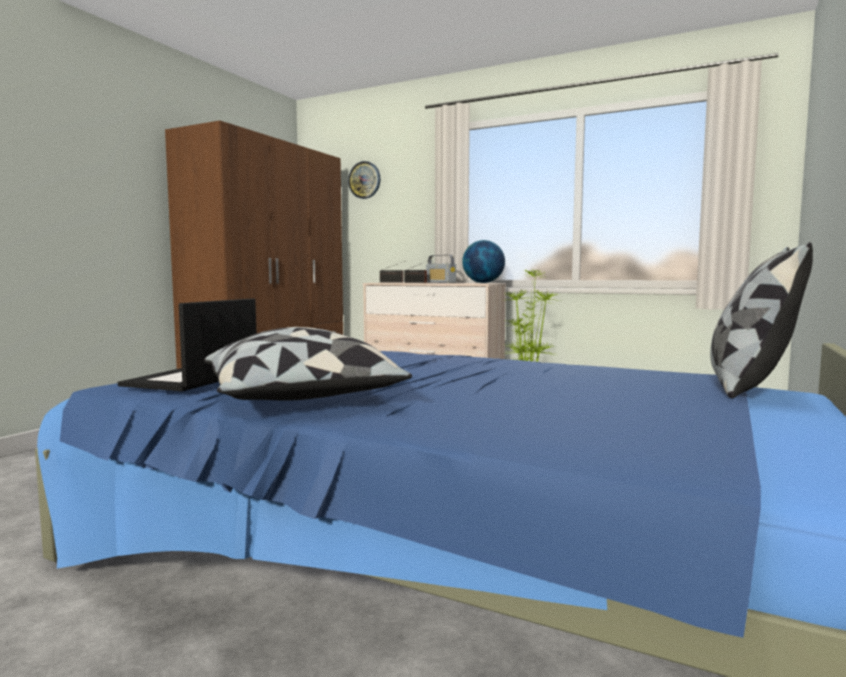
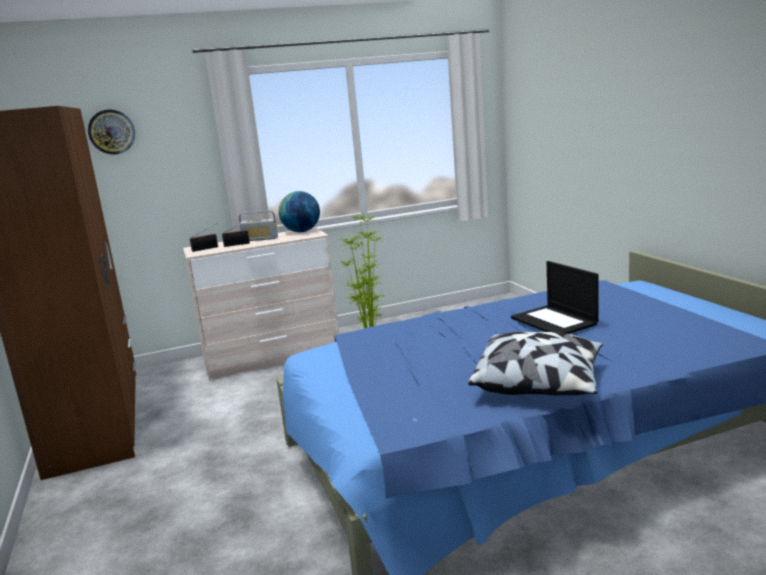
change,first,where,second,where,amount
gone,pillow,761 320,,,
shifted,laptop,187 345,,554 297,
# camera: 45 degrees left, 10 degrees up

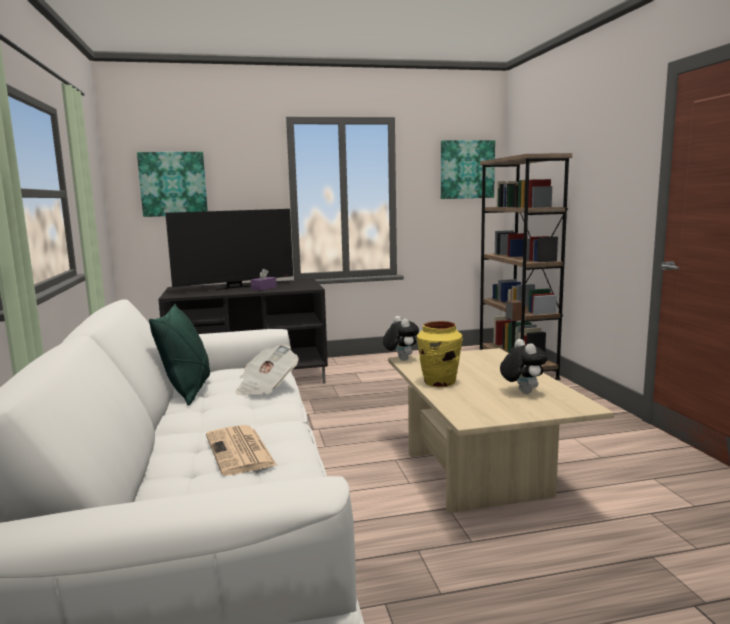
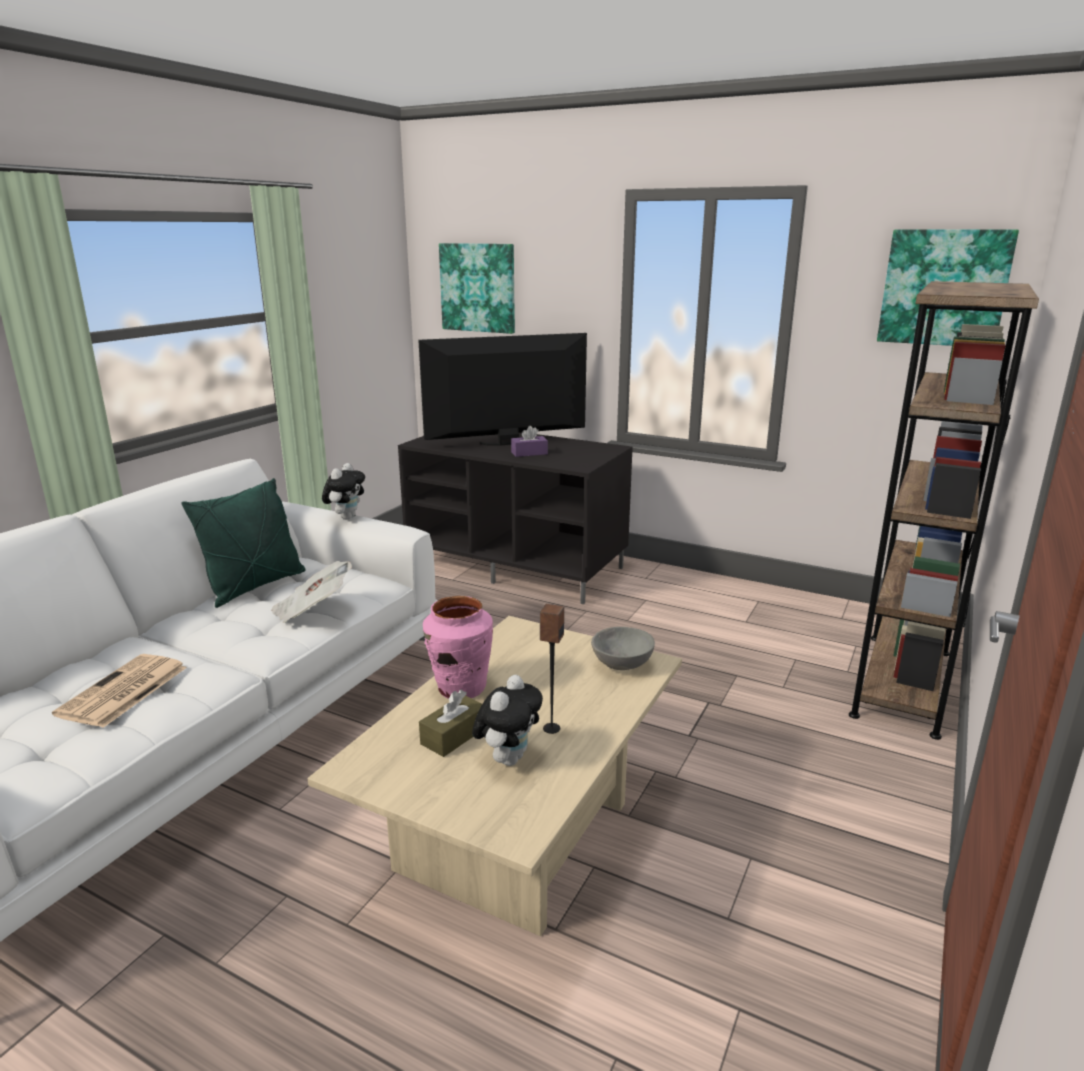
change,first,where,second,where,amount
rotated,television,229 249,,502 389,150 degrees clockwise
shifted,plush toy,401 338,,343 491,
repainted,vase/yellow,440 354,vase/pink,458 647,
new,,,bowl/grey,623 648,
new,,,tissue box/brown,450 723,
# camera: 40 degrees right, 10 degrees up

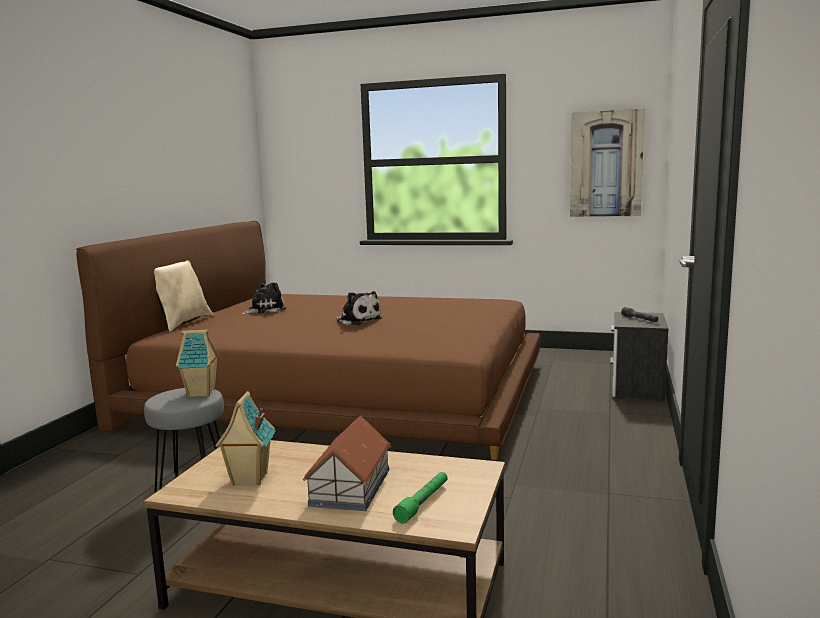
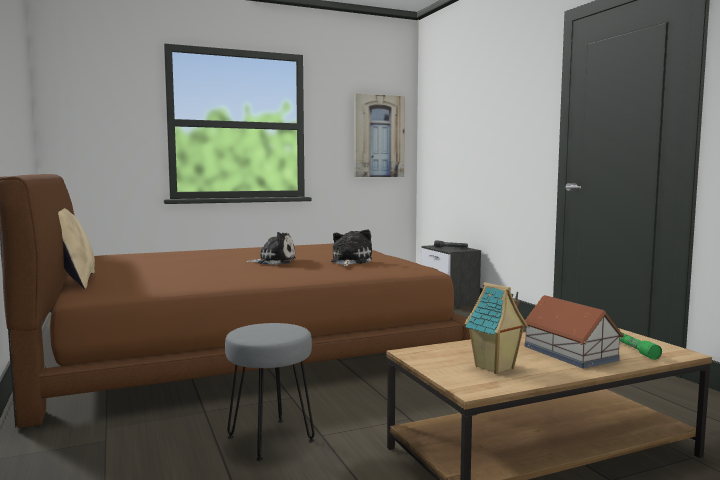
change,first,where,second,where,amount
shifted,plush toy,263 298,,351 247,
gone,toy house,197 363,,,
# camera: 40 degrees left, 5 degrees down

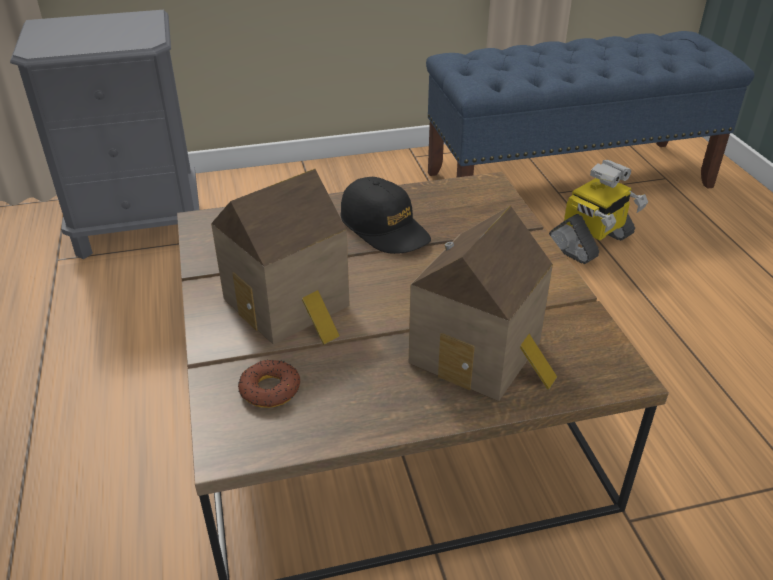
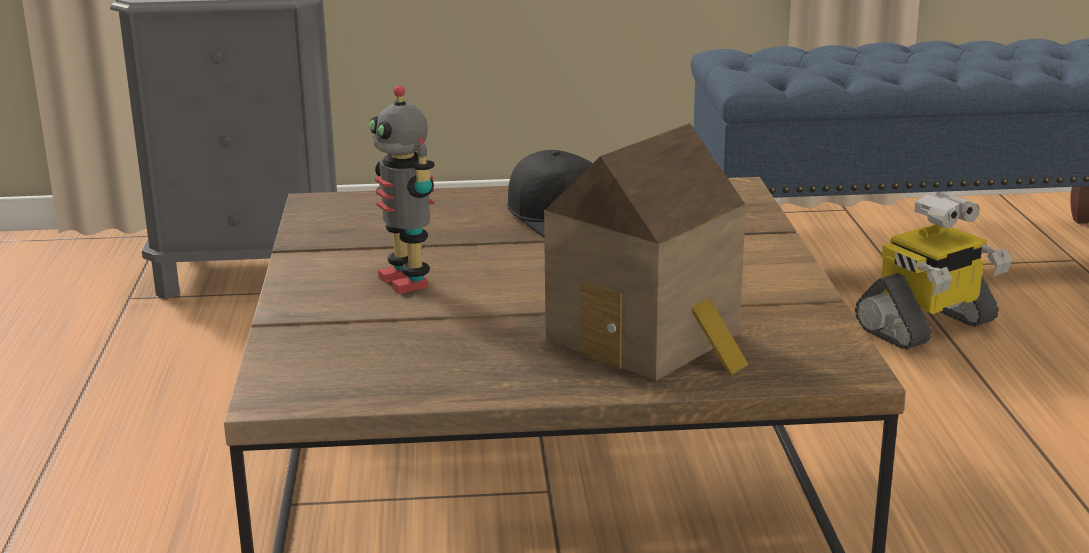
change,first,where,second,where,amount
swapped,toy house,280 257,toy robot,402 189,
gone,donut,269 384,,,
# camera: 10 degrees right, 15 degrees down

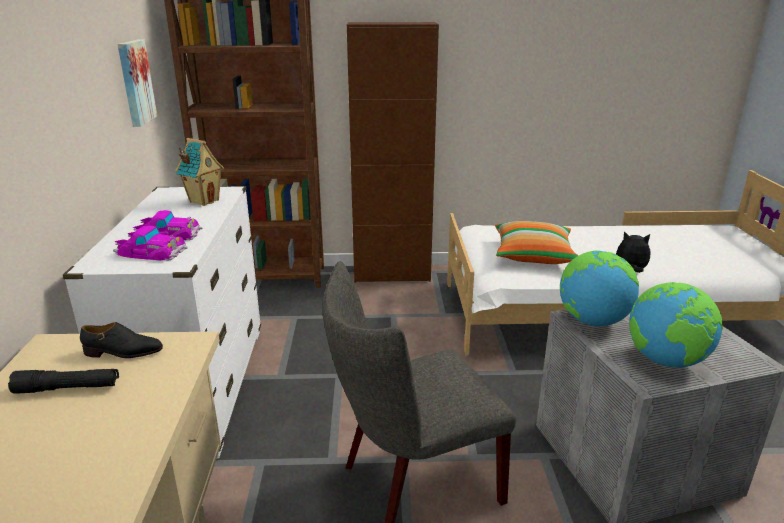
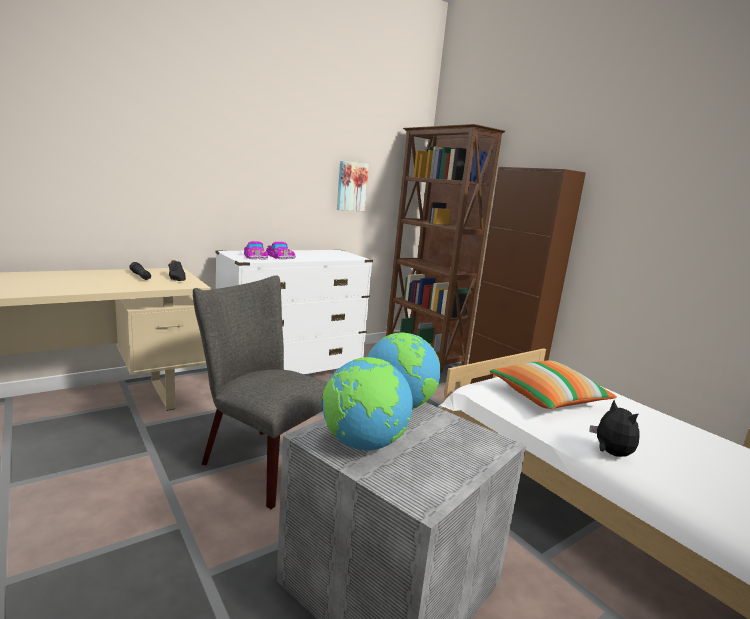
change,first,where,second,where,amount
gone,toy house,199 172,,,
# camera: 55 degrees right, 10 degrees down

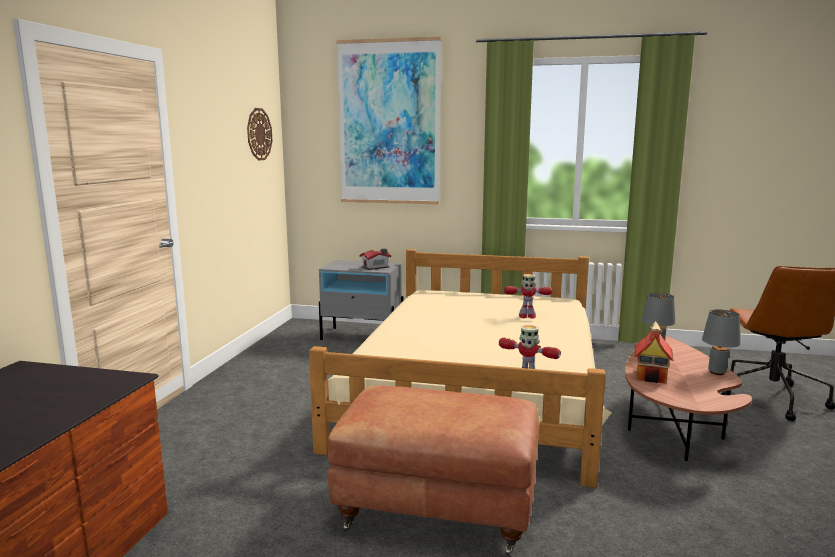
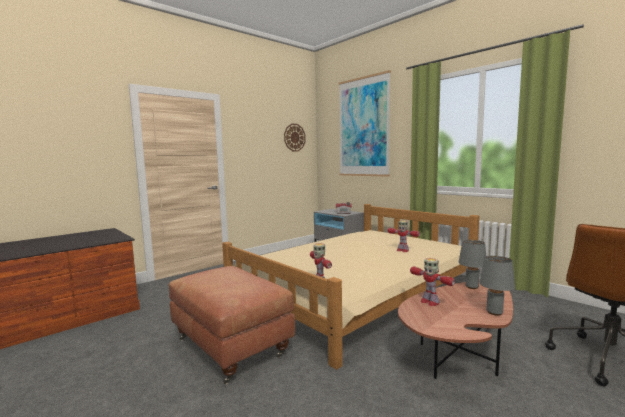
change,first,where,second,where,amount
swapped,toy house,653 352,toy robot,432 282,
# camera: 35 degrees right, 5 degrees down

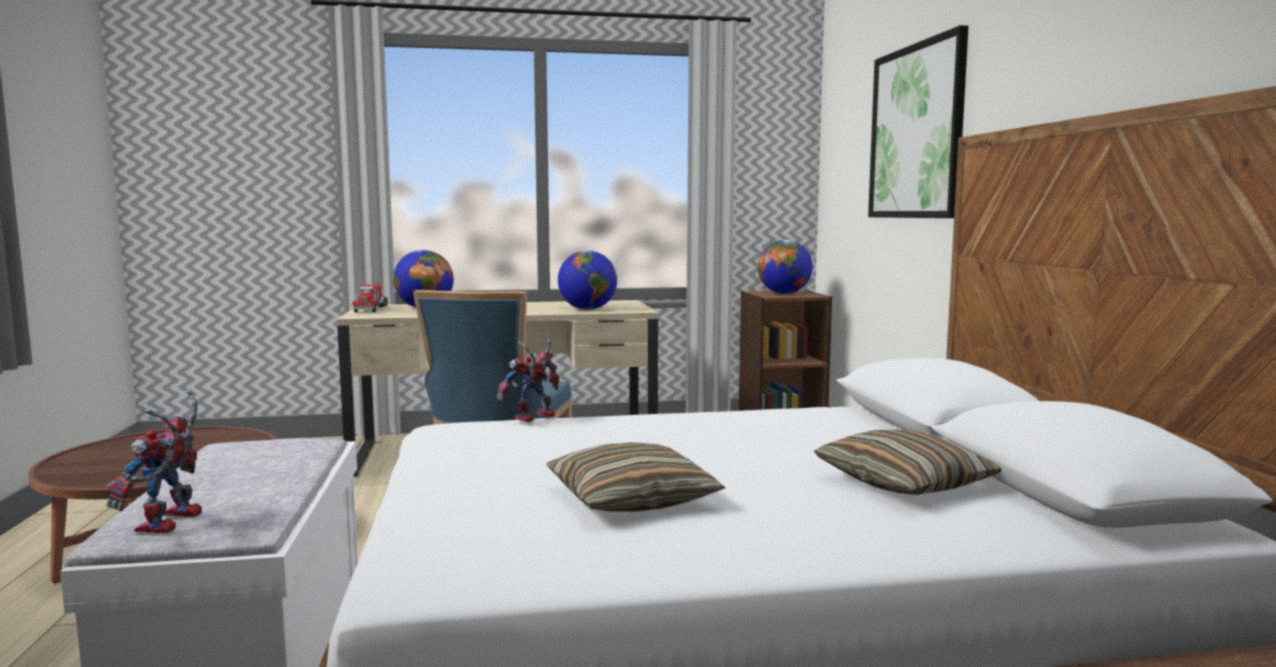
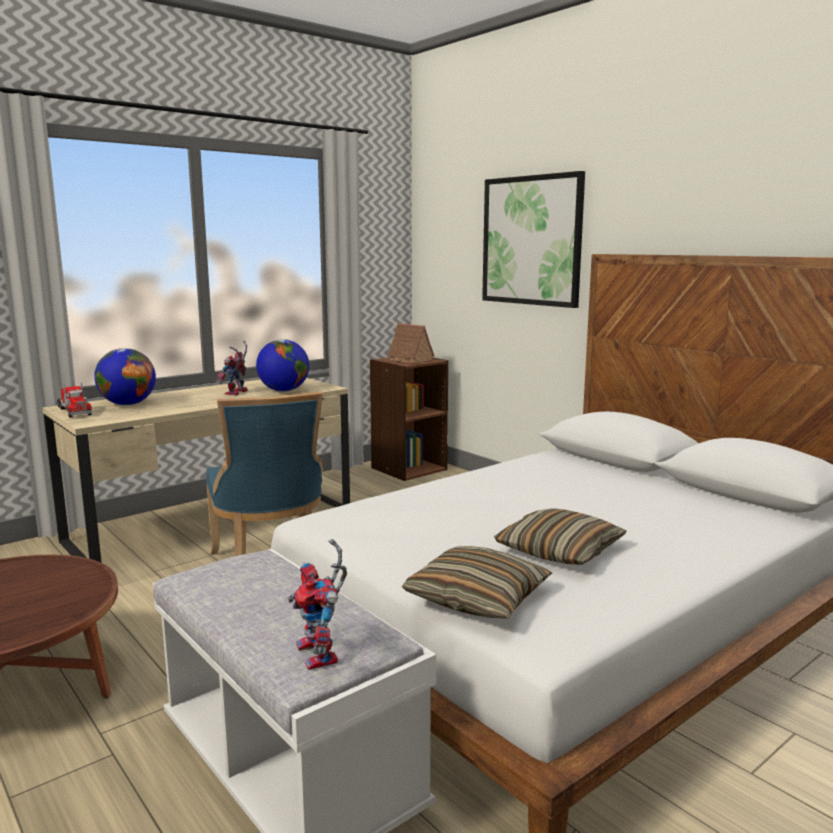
change,first,where,second,where,amount
swapped,globe,785 267,toy house,410 343,
shifted,toy robot,528 377,,232 368,
shifted,pillow,907 462,,477 582,
# camera: 30 degrees left, 5 degrees up

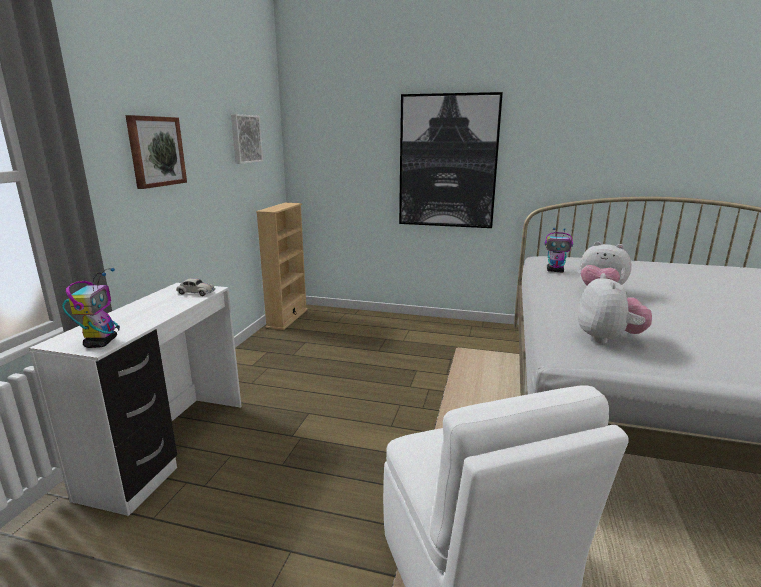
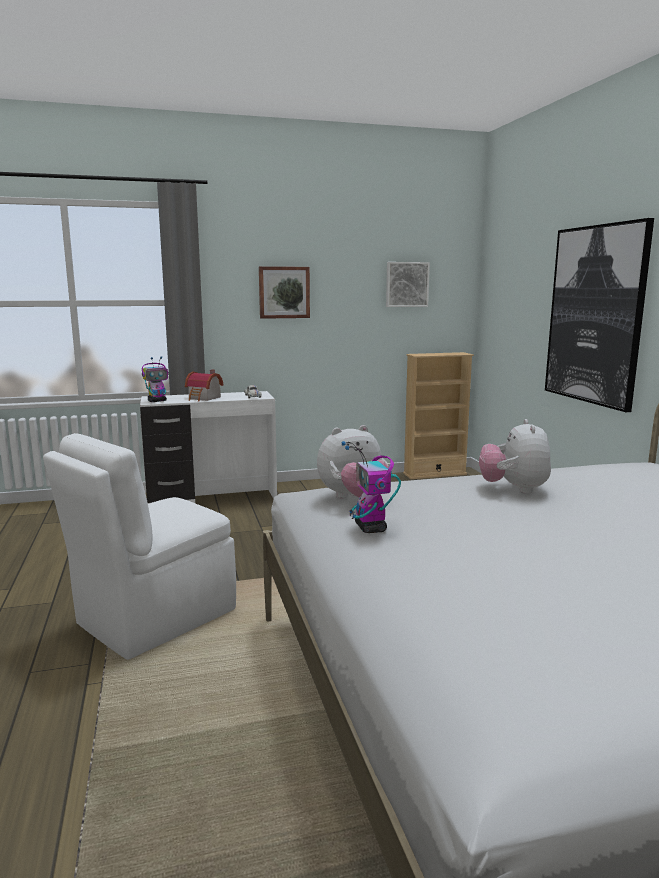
change,first,where,second,where,amount
shifted,toy robot,559 250,,371 487,
new,,,toy house,204 386,
# camera: 60 degrees right, 5 degrees down

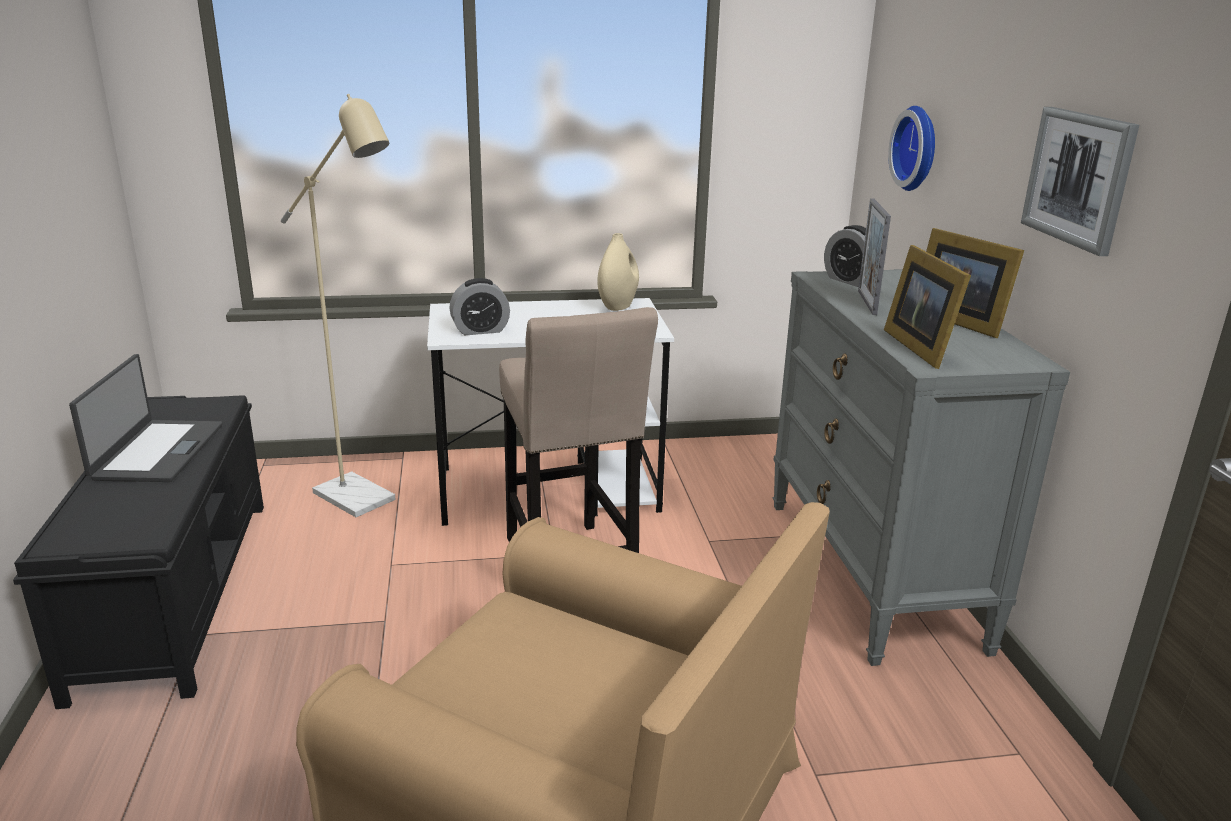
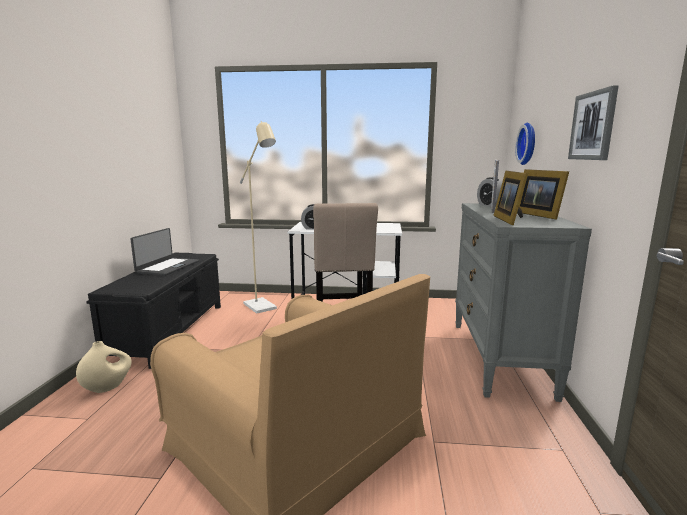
change,first,where,second,where,amount
shifted,vase/beige,618 272,,104 367,
# camera: 15 degrees right, 10 degrees down

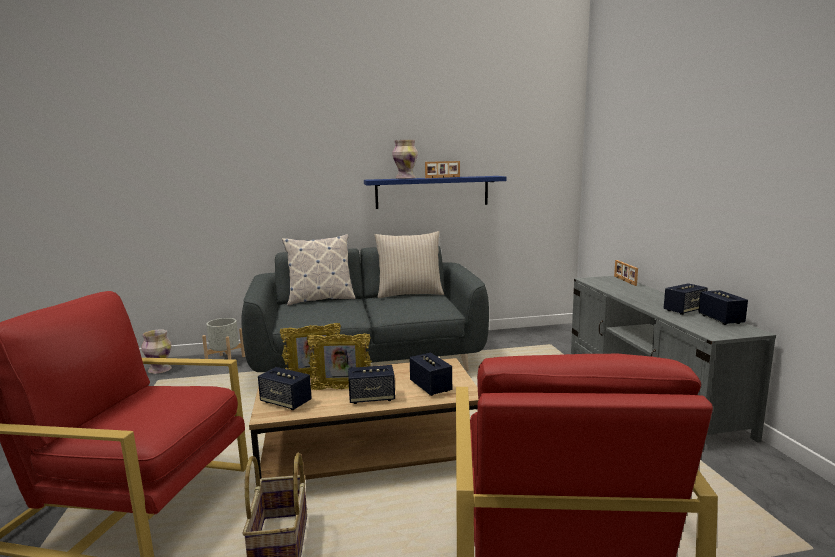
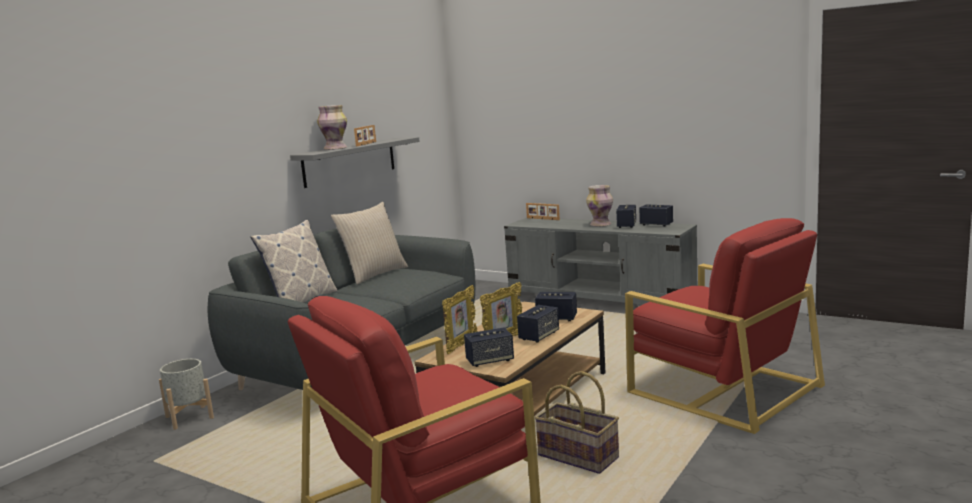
change,first,where,second,where,amount
repainted,shelf/blue,435 192,shelf/grey,355 162,
shifted,vase,156 351,,599 206,
# camera: 45 degrees left, 0 degrees up

